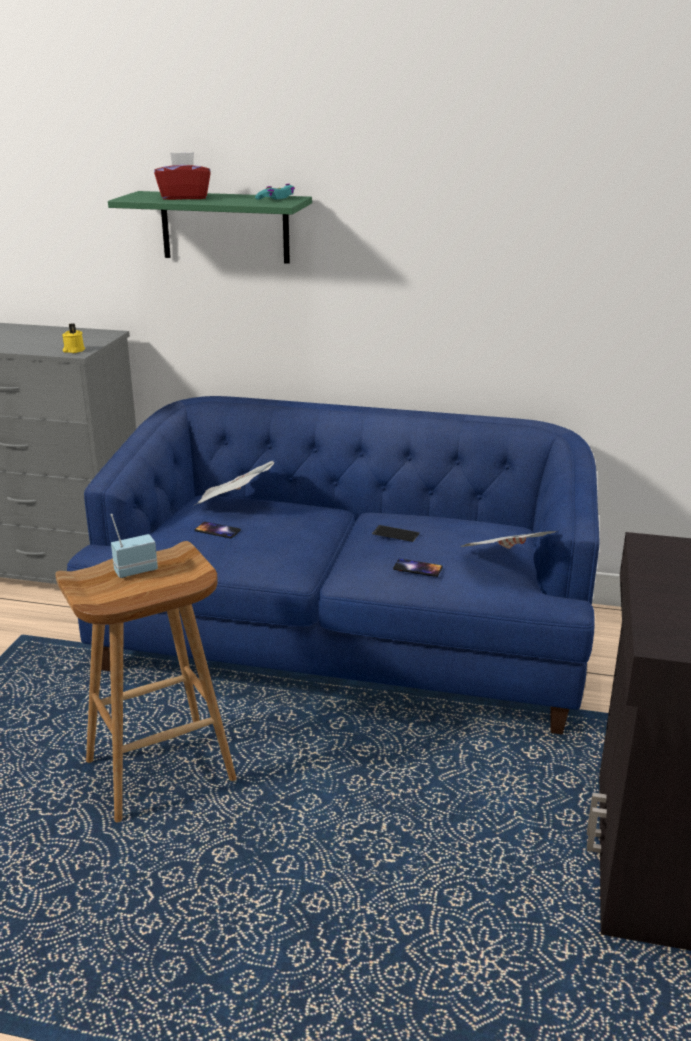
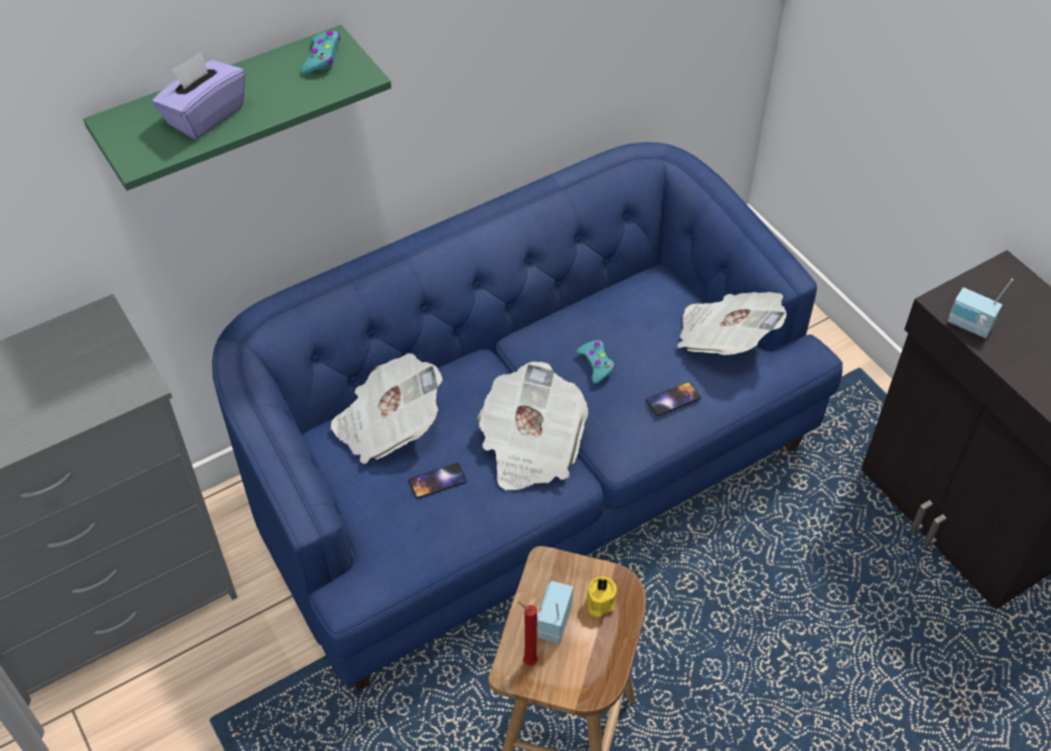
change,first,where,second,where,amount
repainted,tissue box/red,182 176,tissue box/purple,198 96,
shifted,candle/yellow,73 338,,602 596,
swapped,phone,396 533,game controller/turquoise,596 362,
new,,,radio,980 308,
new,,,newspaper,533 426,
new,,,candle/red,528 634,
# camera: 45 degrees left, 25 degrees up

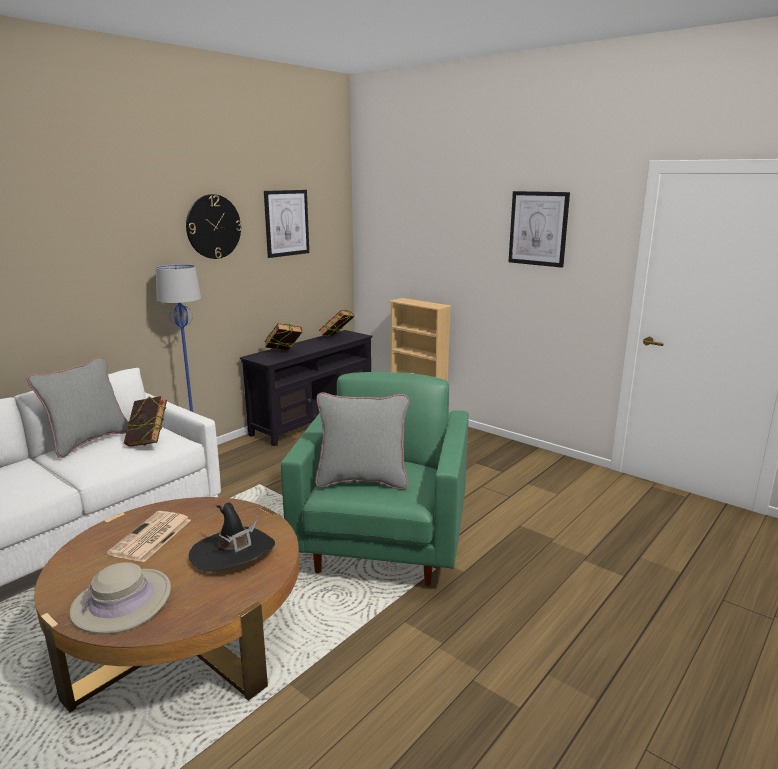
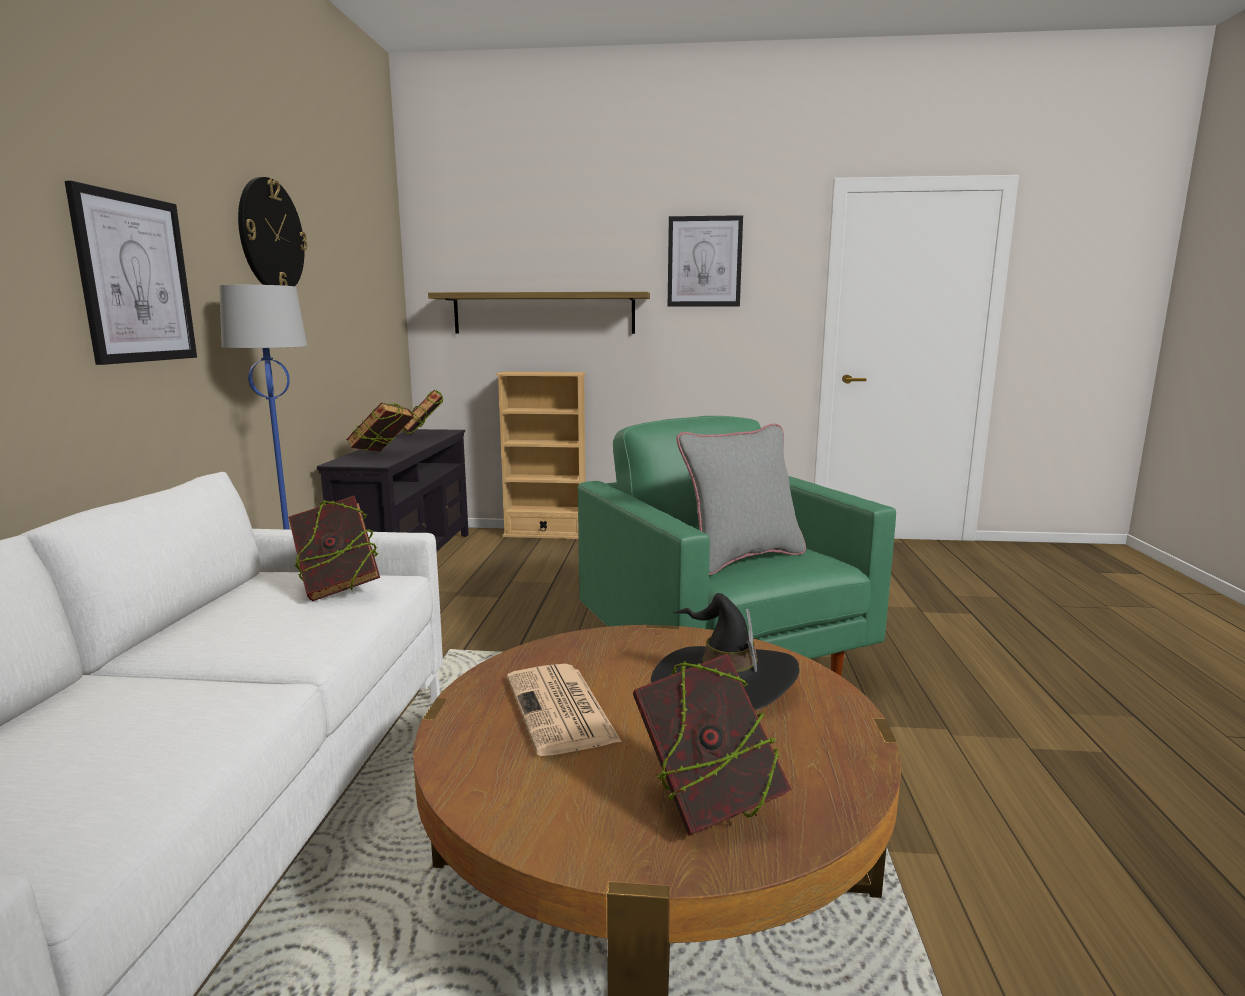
change,first,where,second,where,amount
shifted,picture,286 224,,131 273,
gone,pillow/grey,77 407,,,
swapped,hat/beige,120 598,book,712 745,
new,,,shelf,539 313,
# camera: 35 degrees left, 5 degrees down

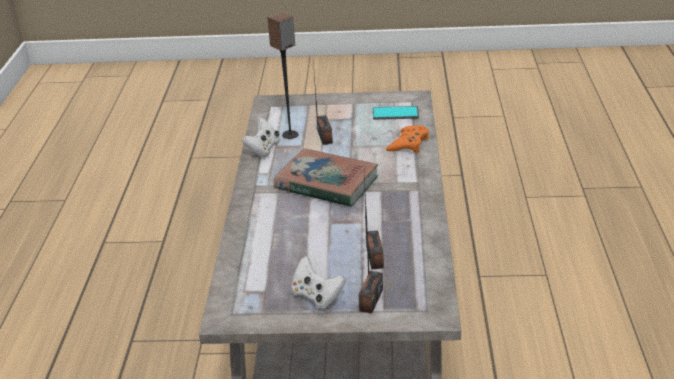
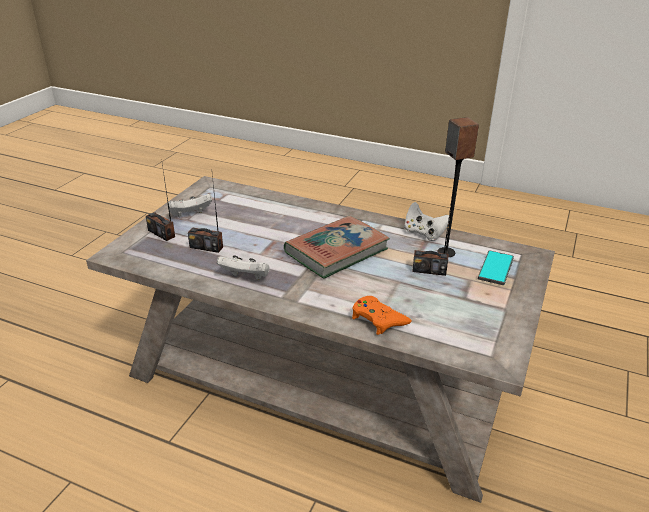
change,first,where,second,where,amount
shifted,phone,396 113,,496 267,
new,,,game controller/white,243 267,
# camera: 110 degrees right, 0 degrees up

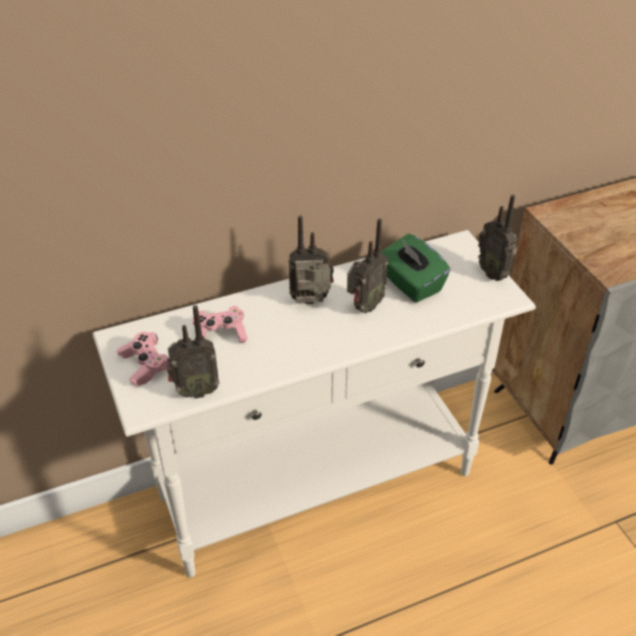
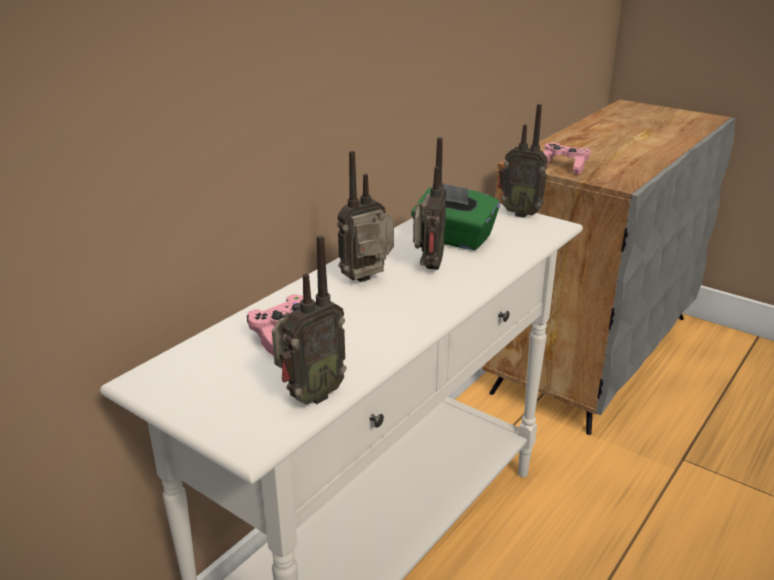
change,first,where,second,where,amount
shifted,game controller/pink,143 359,,567 159,
# camera: 30 degrees left, 15 degrees down

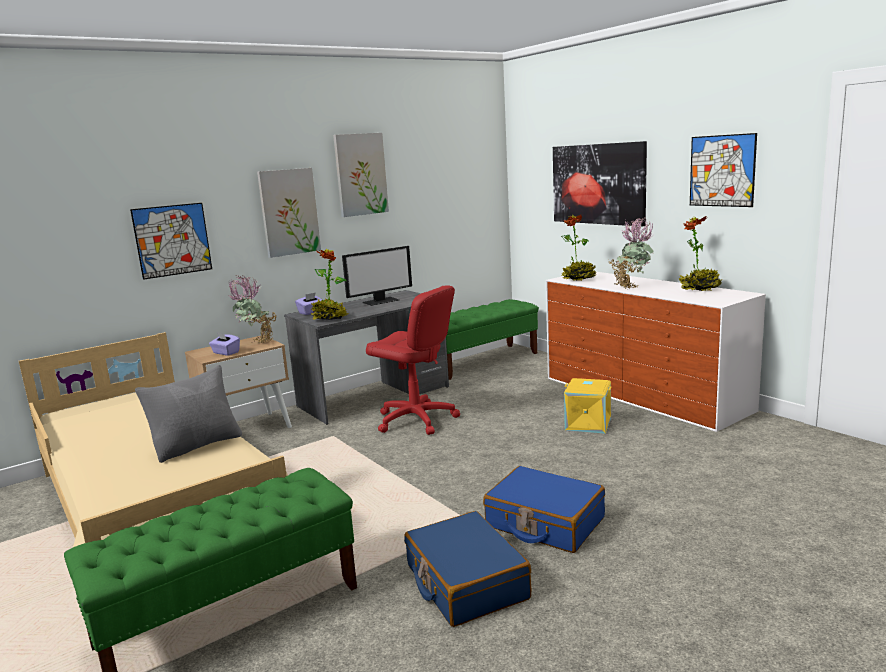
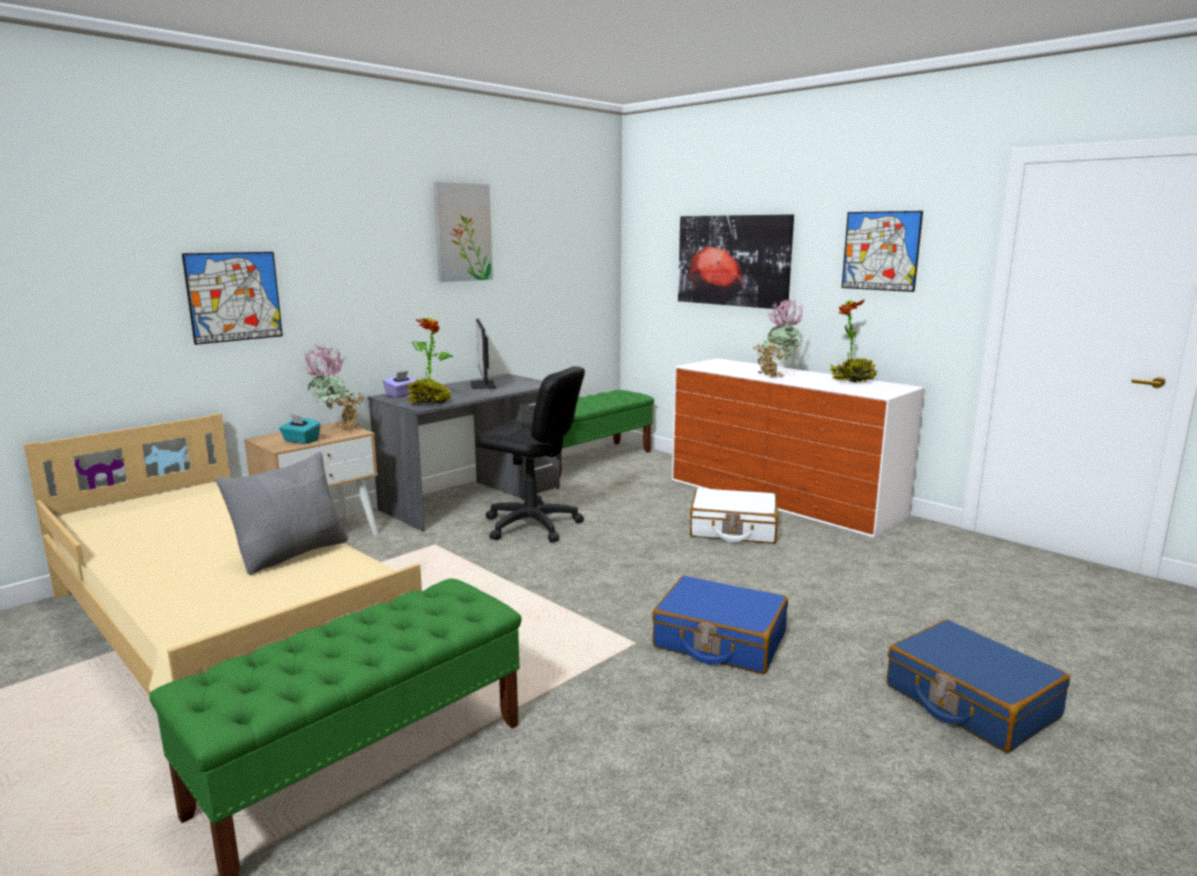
change,first,where,second,where,amount
gone,picture,289 213,,,
gone,potted plant,579 247,,,
rotated,monitor,377 276,,483 354,120 degrees clockwise
repainted,office chair/red,413 360,office chair/black,530 454,
repainted,tissue box/purple,224 344,tissue box/turquoise,299 429,
swapped,storage box/yellow,588 406,suitcase/white,734 516,
shifted,suitcase/blue,467 569,,978 686,
# camera: 10 degrees left, 0 degrees up

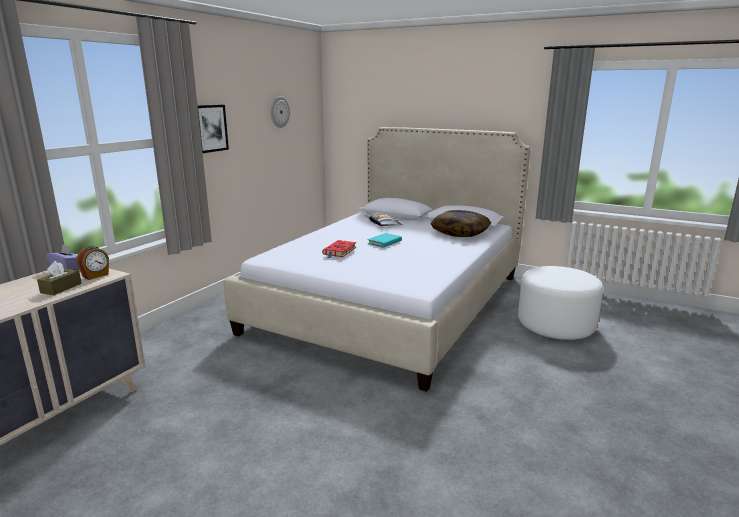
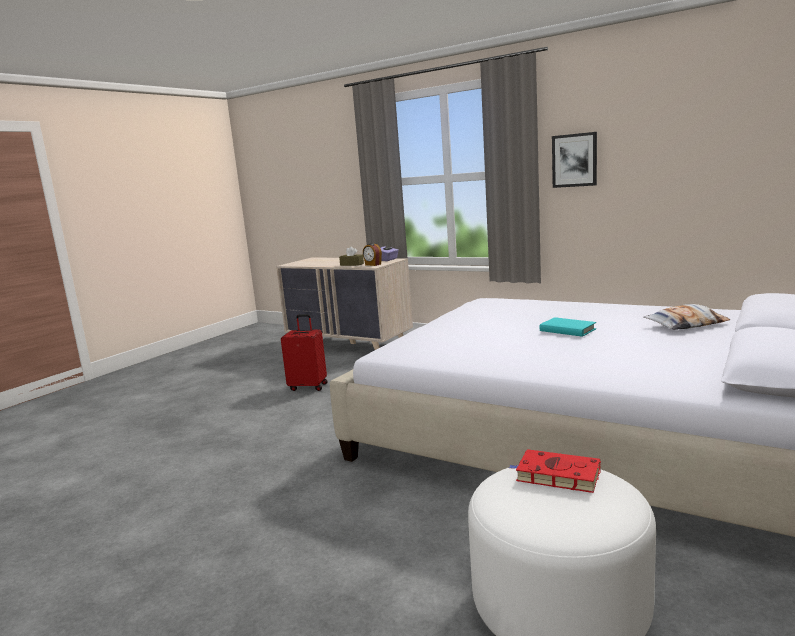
change,first,where,second,where,amount
gone,wall clock,280 112,,,
gone,pillow,461 223,,,
shifted,book/red,339 249,,555 471,
new,,,suitcase/red,304 352,
# camera: 95 degrees right, 5 degrees down

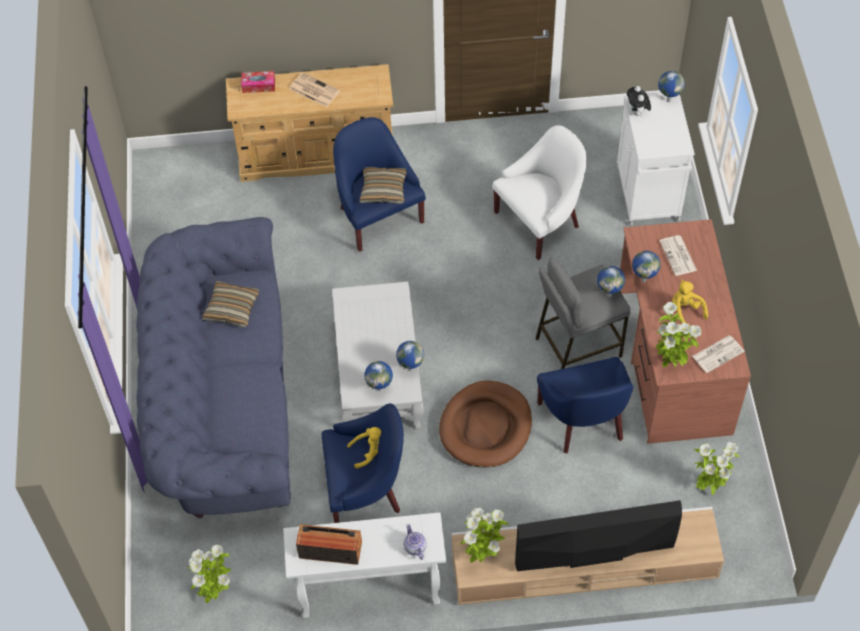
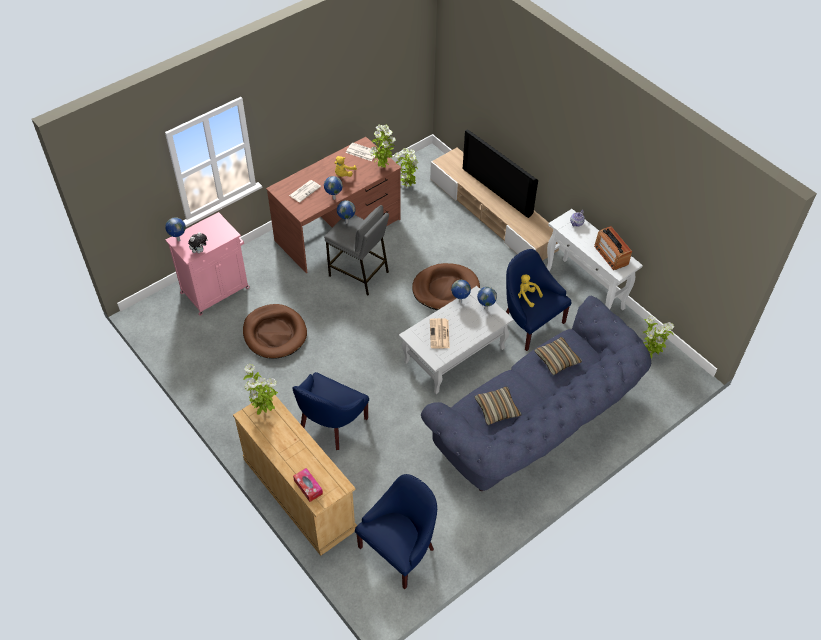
change,first,where,second,where,amount
shifted,newspaper,314 89,,440 333,
repainted,cabinet/white,656 159,cabinet/pink,207 264,
swapped,armchair/white,539 192,dog bed/brown,275 331,
shifted,pillow,383 185,,558 356,
shifted,armchair/blue,585 405,,396 531,
shifted,potted plant,485 535,,260 389,
# camera: 125 degrees left, 5 degrees down

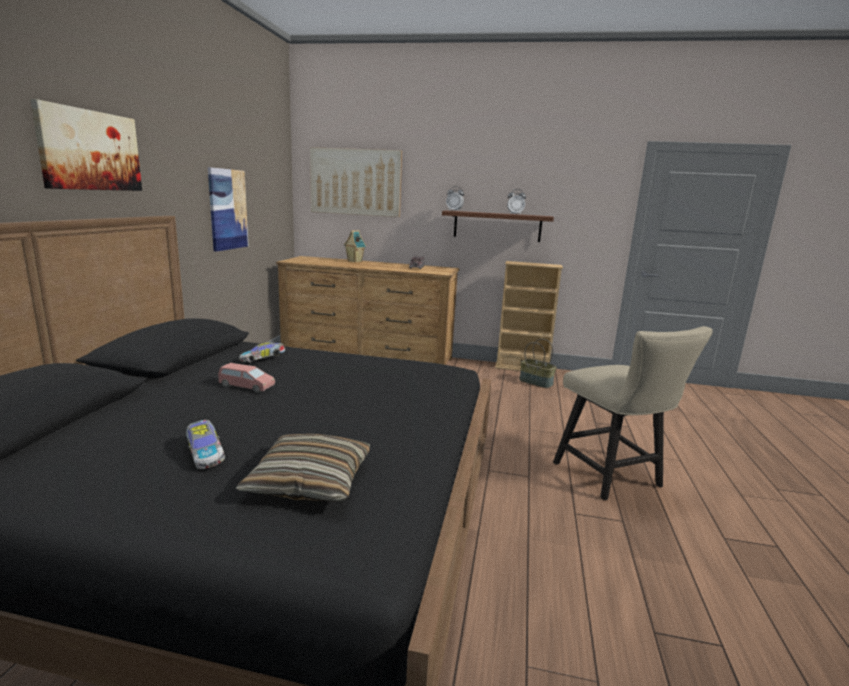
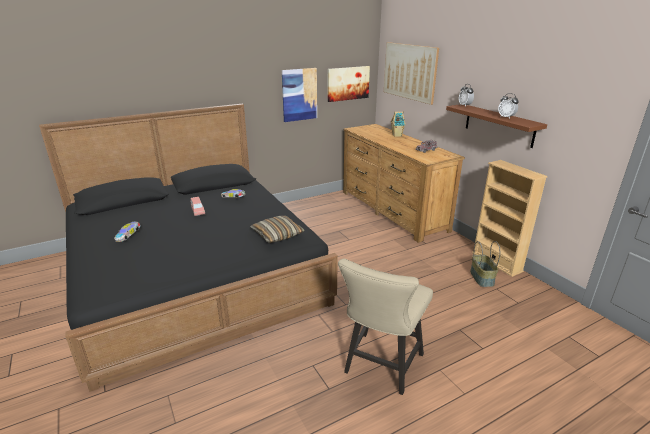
change,first,where,second,where,amount
shifted,picture,86 145,,349 84,
shifted,pillow,303 468,,277 229,
# camera: 50 degrees right, 10 degrees up

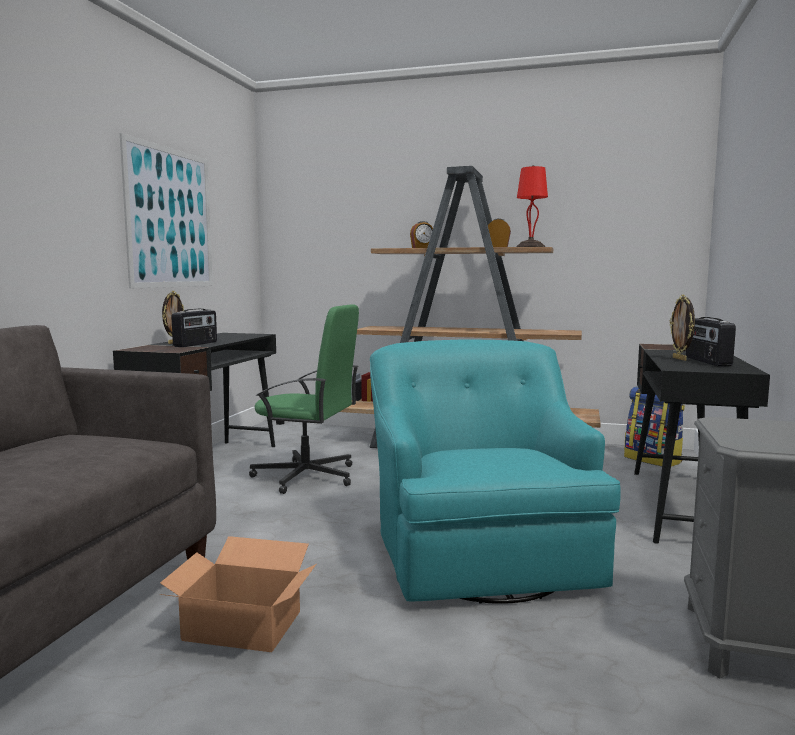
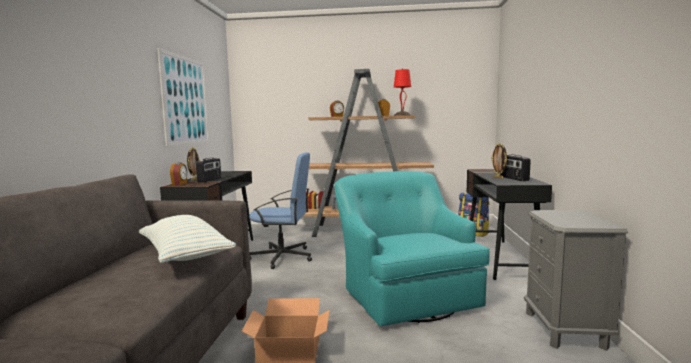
change,first,where,second,where,amount
repainted,office chair/green,304 399,office chair/blue,280 210,
new,,,alarm clock,178 173,
new,,,pillow,187 239,
# camera: 10 degrees left, 0 degrees up

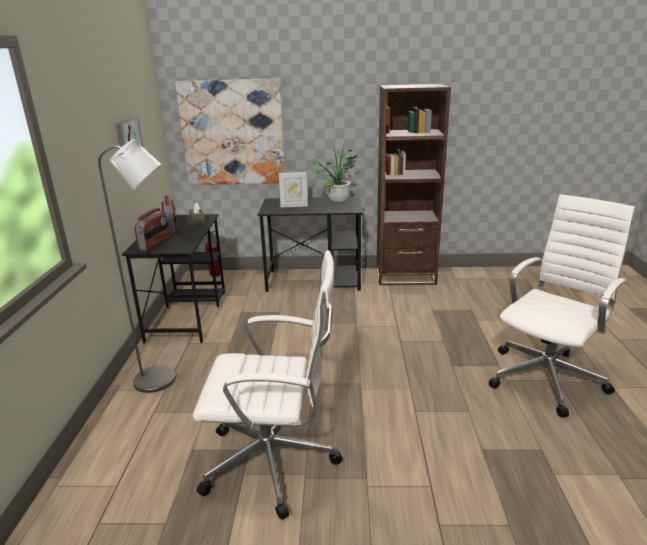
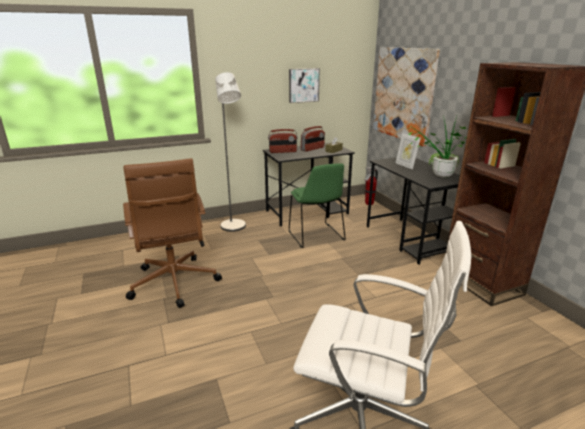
change,first,where,second,where,amount
repainted,office chair/white,268 385,office chair/brown,172 233,
new,,,chair/green,317 205,
# camera: 65 degrees right, 0 degrees up

